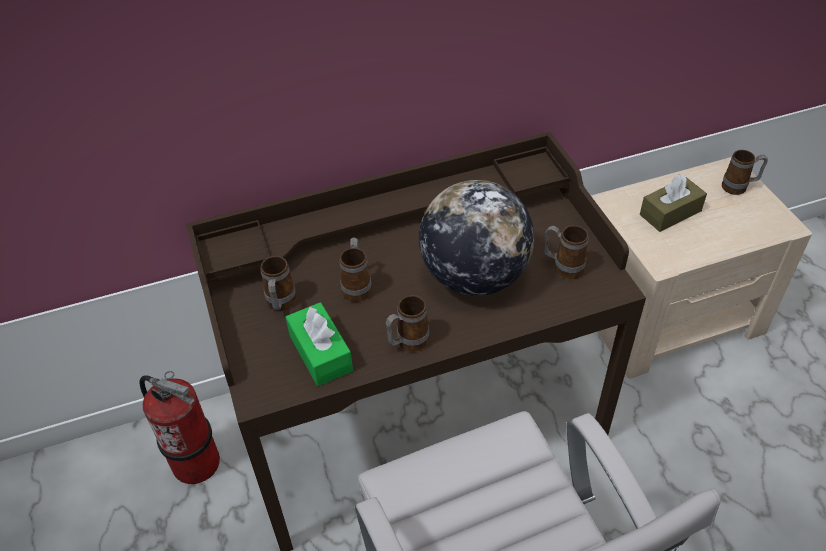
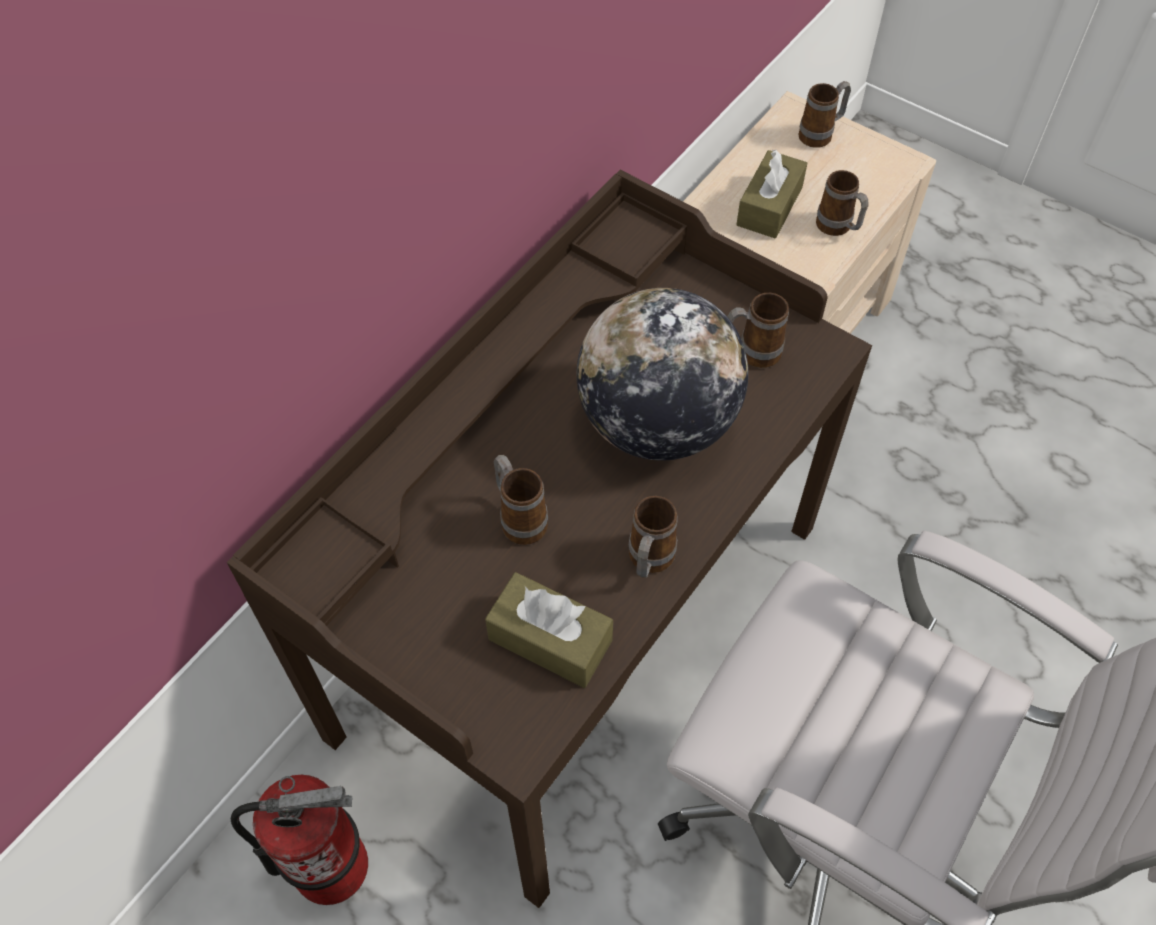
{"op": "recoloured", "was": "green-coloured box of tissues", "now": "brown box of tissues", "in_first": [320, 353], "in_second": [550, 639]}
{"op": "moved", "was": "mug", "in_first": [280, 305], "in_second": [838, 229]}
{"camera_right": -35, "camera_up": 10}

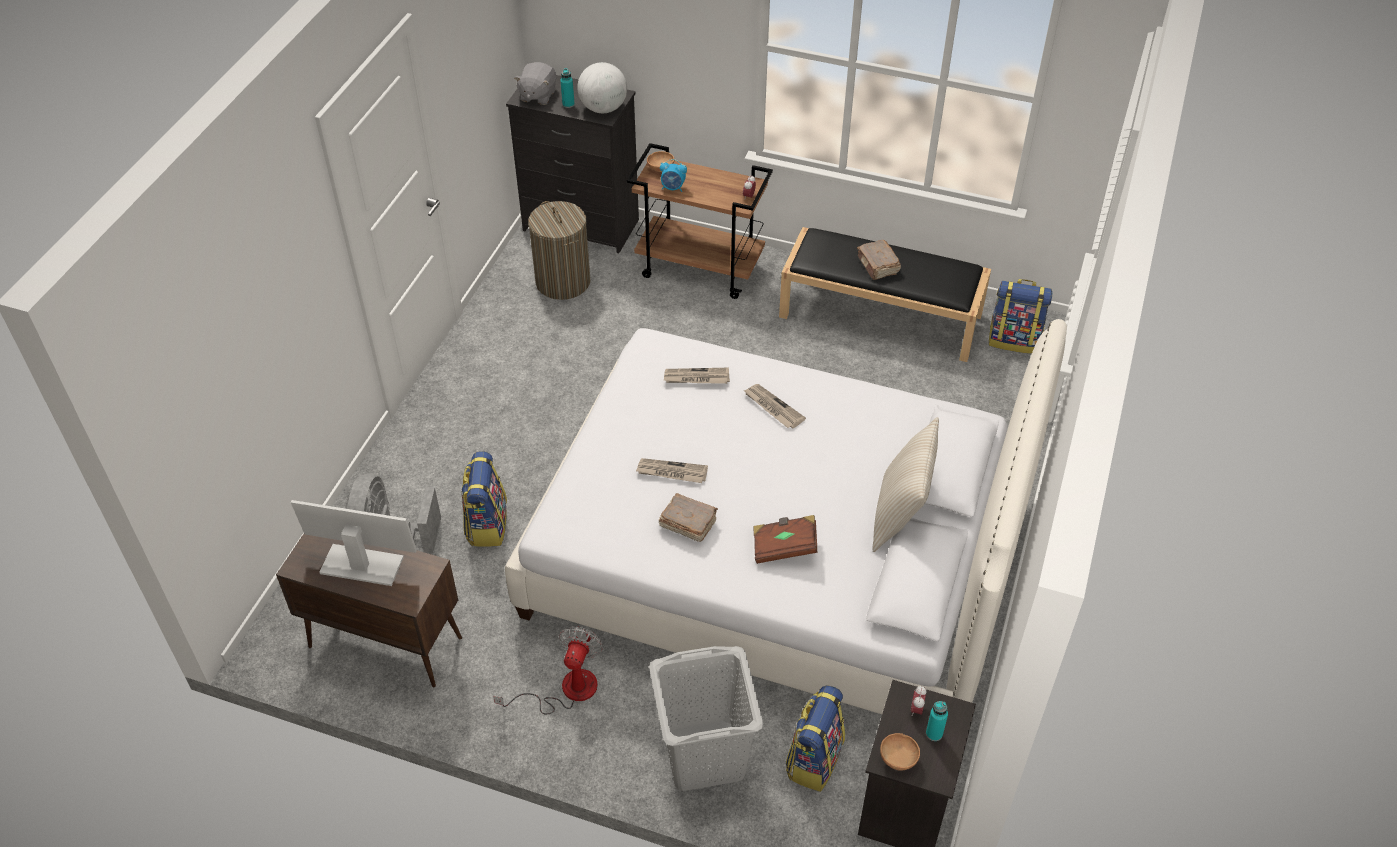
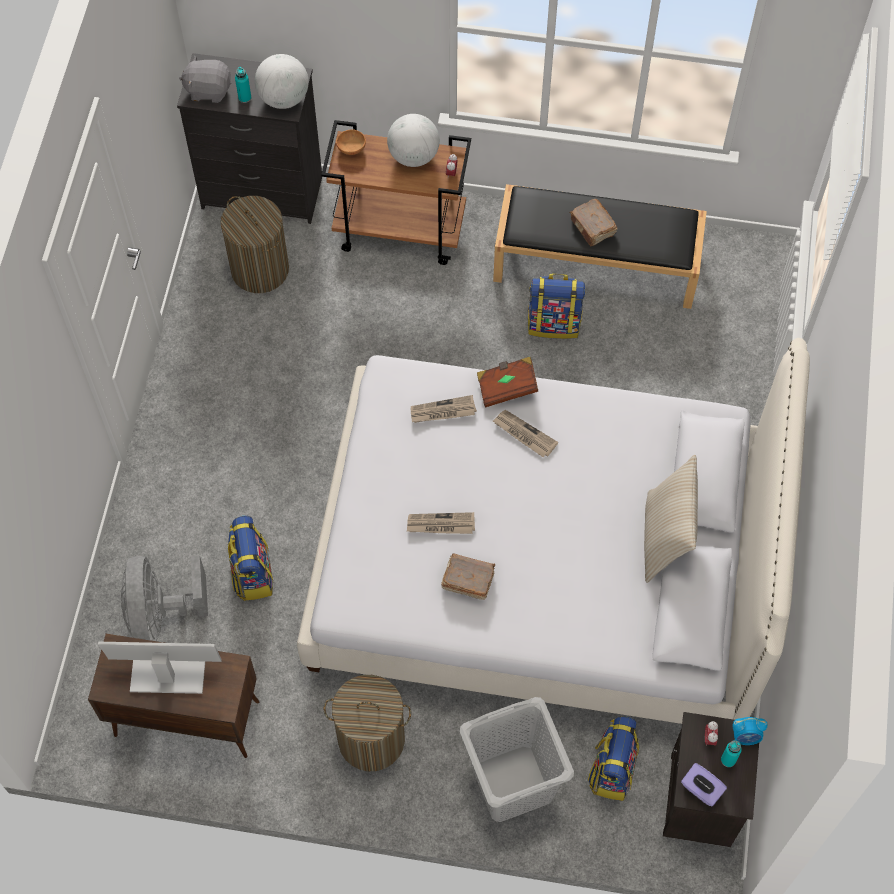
{"op": "turned", "was": "greyish soft toy", "in_first": [537, 95], "in_second": [208, 90], "clockwise": 90}
{"op": "replaced", "was": "fan", "now": "laundry basket", "in_first": [566, 690], "in_second": [371, 739]}
{"op": "added", "now": "globe", "in_second": [414, 156]}
{"op": "moved", "was": "brown bound book", "in_first": [784, 547], "in_second": [507, 387]}
{"op": "moved", "was": "knapsack", "in_first": [1014, 340], "in_second": [554, 323]}
{"op": "replaced", "was": "brown deep dish", "now": "purple-coloured box of tissues", "in_first": [899, 758], "in_second": [701, 789]}
{"op": "moved", "was": "alarm clock", "in_first": [673, 188], "in_second": [745, 736]}
{"camera_right": -10, "camera_up": 15}

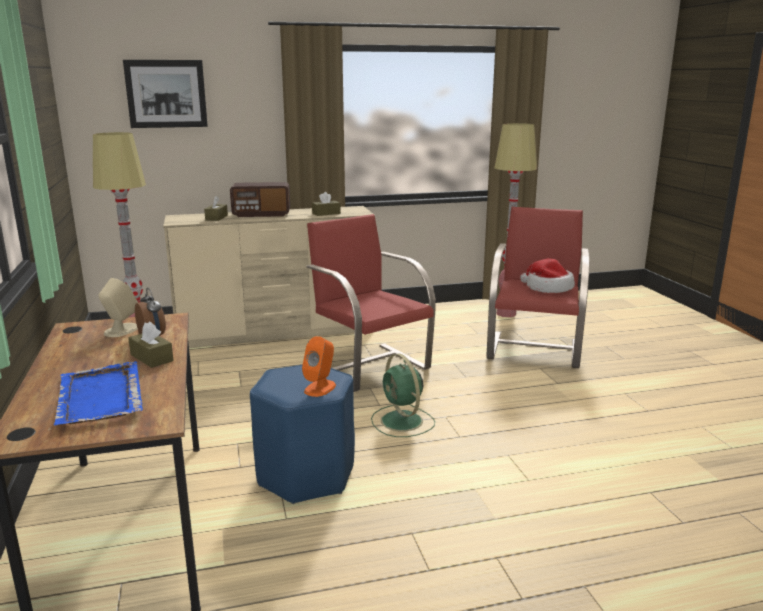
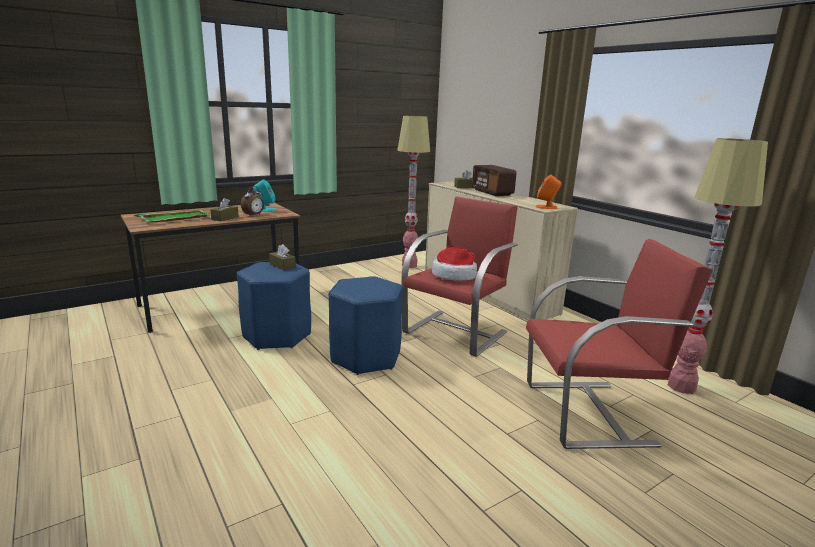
{"op": "recoloured", "was": "blue-coloured carrying tray", "now": "green-coloured carrying tray", "in_first": [100, 397], "in_second": [174, 218]}
{"op": "recoloured", "was": "beige-coloured loudspeaker", "now": "turquoise-coloured loudspeaker", "in_first": [121, 330], "in_second": [265, 210]}
{"op": "moved", "was": "brown box of tissues", "in_first": [326, 213], "in_second": [282, 265]}
{"op": "replaced", "was": "green-coloured fan", "now": "blue-coloured stool", "in_first": [402, 422], "in_second": [365, 357]}
{"op": "moved", "was": "hat", "in_first": [548, 288], "in_second": [454, 275]}
{"op": "moved", "was": "orangey loudspeaker", "in_first": [320, 388], "in_second": [546, 207]}
{"op": "removed", "was": "picture", "in_first": [166, 94]}
{"camera_right": 70, "camera_up": 0}

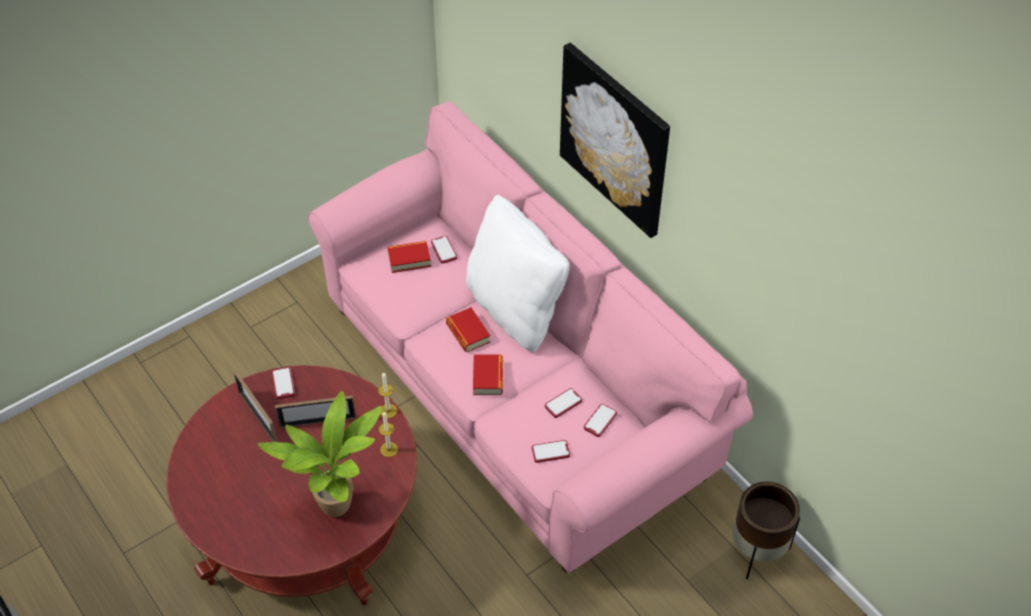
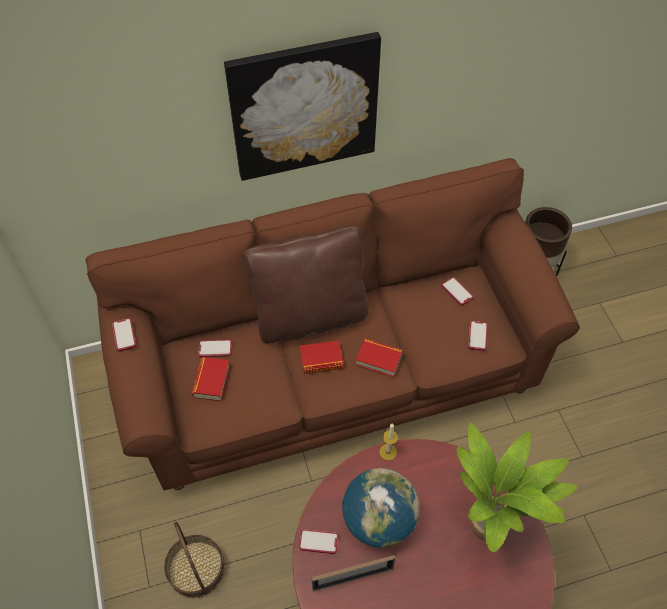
{"op": "recoloured", "was": "pink couch", "now": "brown couch", "in_first": [516, 393], "in_second": [333, 372]}
{"op": "moved", "was": "telephone", "in_first": [563, 403], "in_second": [124, 335]}
{"op": "added", "now": "basket", "in_second": [196, 569]}
{"op": "recoloured", "was": "white throw pillow", "now": "brown throw pillow", "in_first": [515, 310], "in_second": [310, 316]}
{"op": "replaced", "was": "picture frame", "now": "globe", "in_first": [318, 421], "in_second": [378, 520]}
{"op": "removed", "was": "wax light", "in_first": [389, 449]}
{"camera_right": -70, "camera_up": 5}

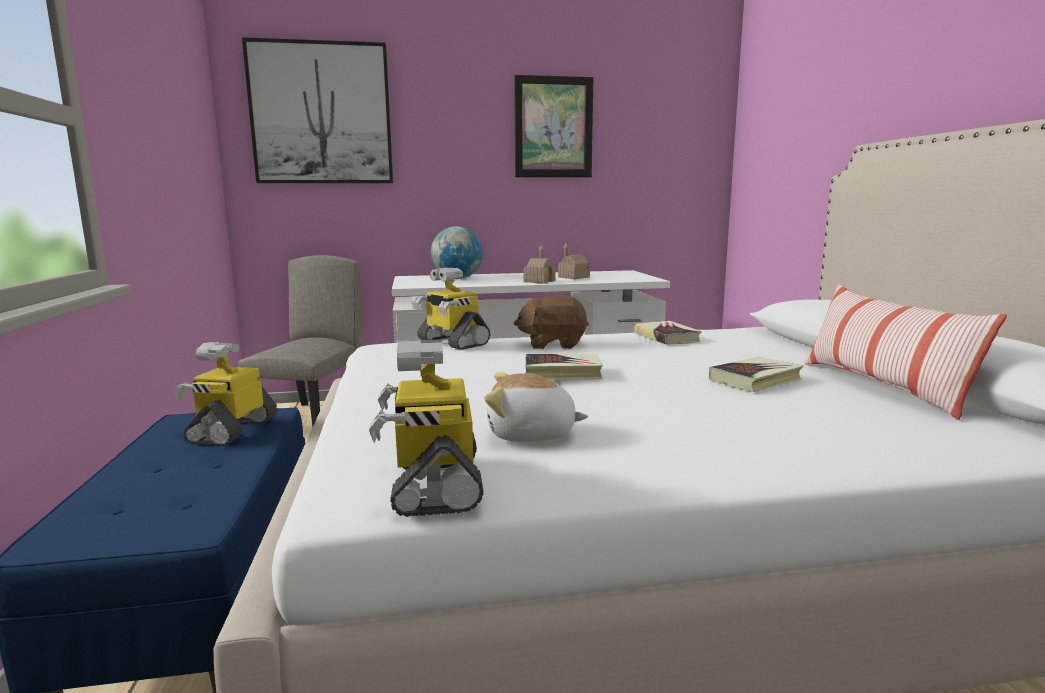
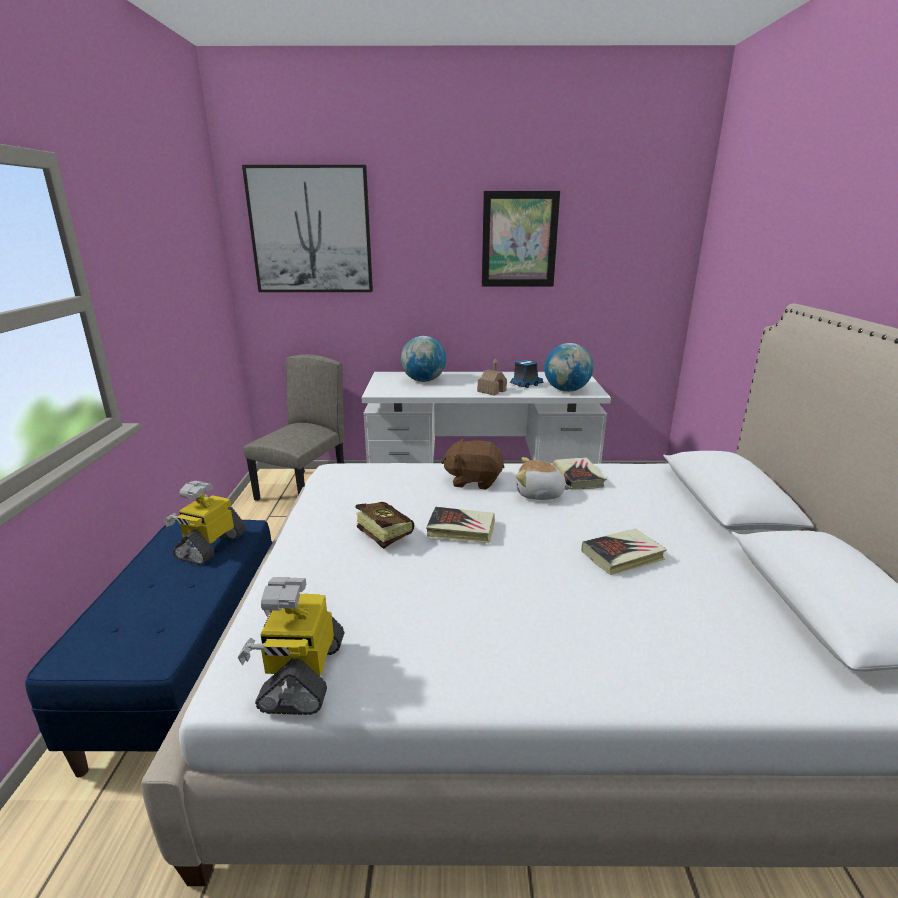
{"op": "added", "now": "bound book", "in_second": [381, 533]}
{"op": "replaced", "was": "model house", "now": "model truck", "in_first": [573, 277], "in_second": [526, 384]}
{"op": "moved", "was": "soft toy", "in_first": [531, 435], "in_second": [539, 494]}
{"op": "added", "now": "globe", "in_second": [566, 390]}
{"op": "removed", "was": "model robot", "in_first": [451, 342]}
{"op": "removed", "was": "throw pillow", "in_first": [882, 387]}
{"camera_right": 10, "camera_up": 10}

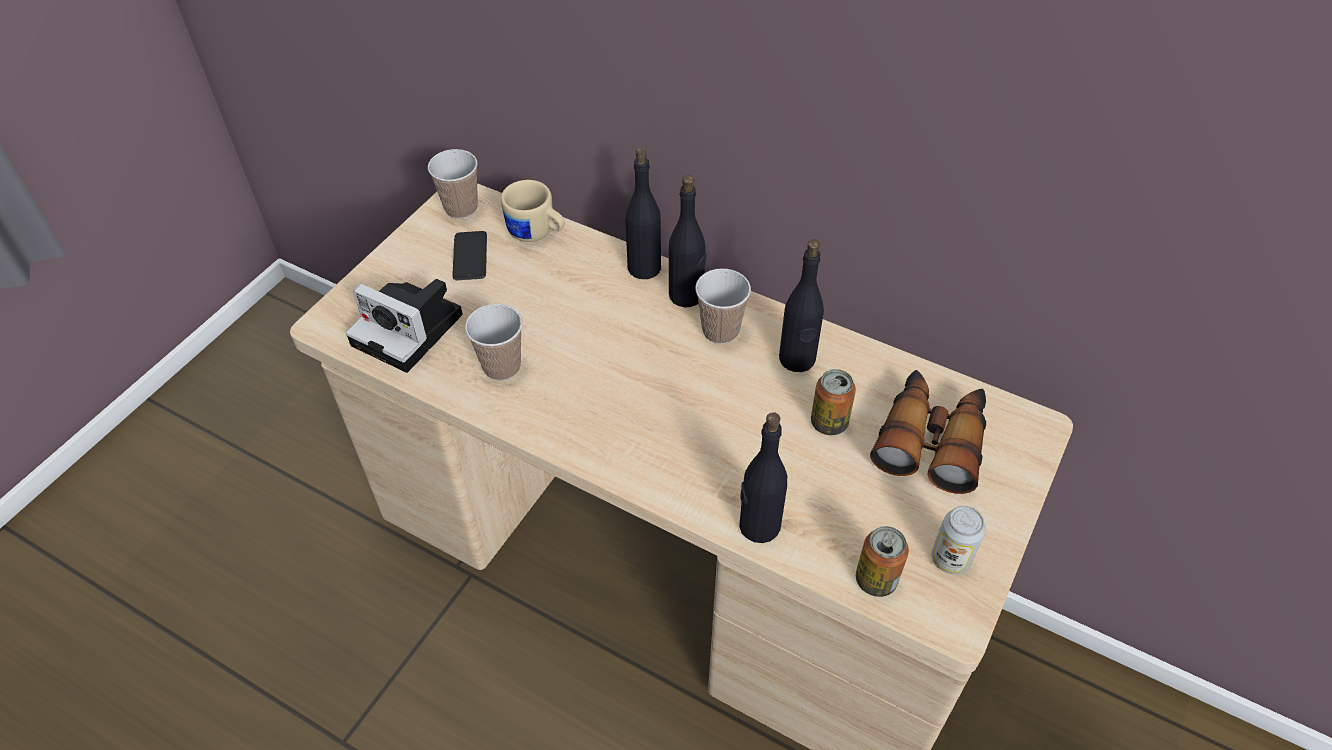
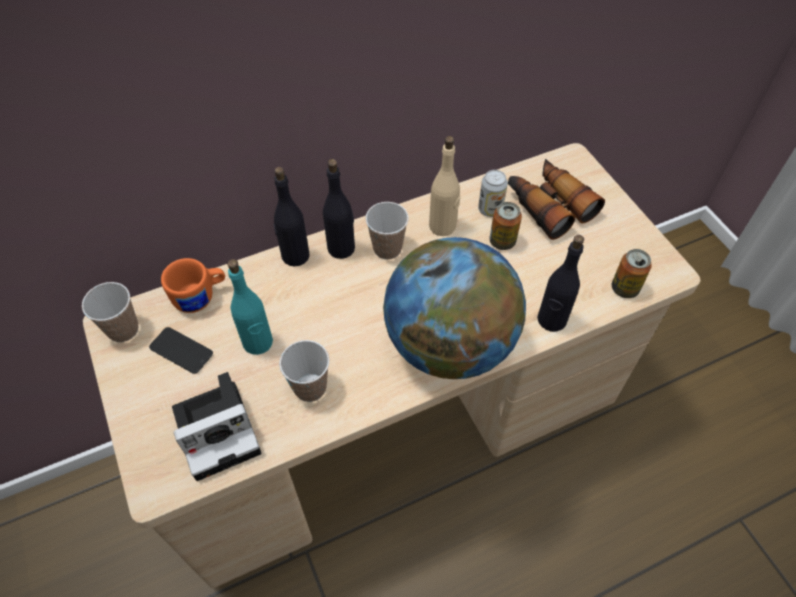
{"op": "recoloured", "was": "beige-coloured mug", "now": "orangey mug", "in_first": [537, 233], "in_second": [201, 297]}
{"op": "added", "now": "turquoise-coloured drink bottle", "in_second": [258, 342]}
{"op": "added", "now": "globe", "in_second": [449, 344]}
{"op": "recoloured", "was": "black-coloured drink bottle", "now": "beige-coloured drink bottle", "in_first": [797, 359], "in_second": [443, 226]}
{"op": "moved", "was": "can", "in_first": [950, 559], "in_second": [490, 209]}
{"camera_right": -55, "camera_up": 5}

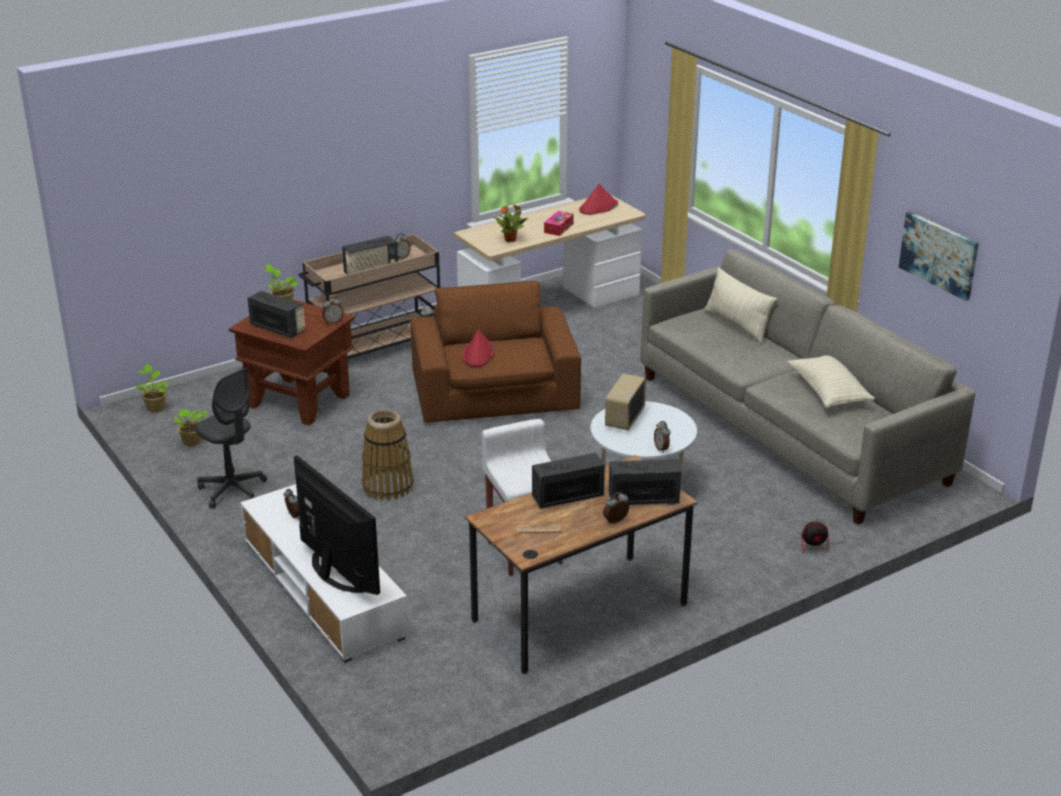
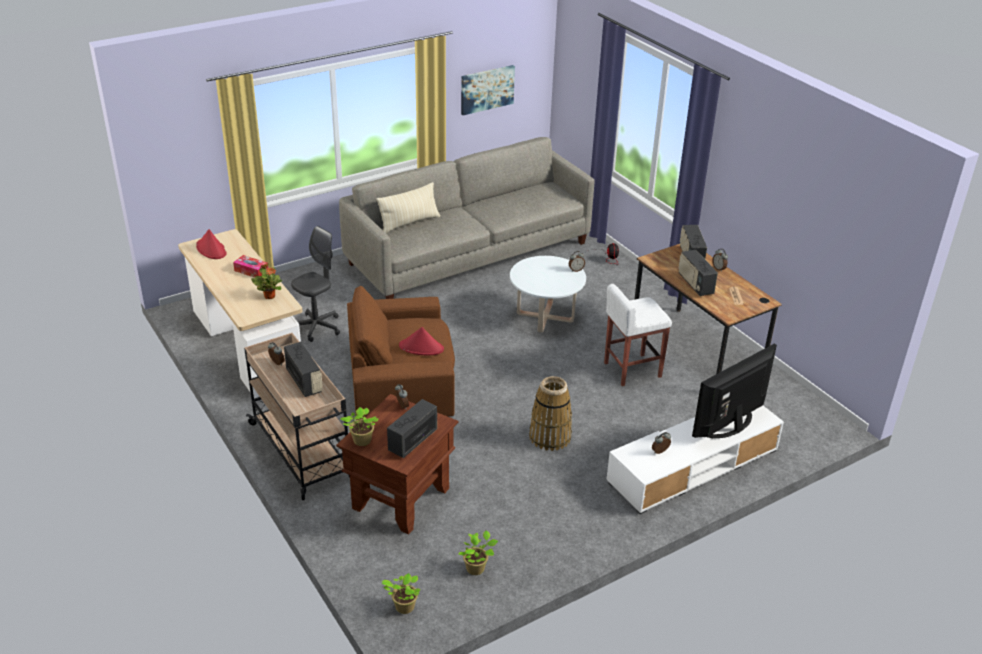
{"op": "moved", "was": "greyish computer chair", "in_first": [233, 490], "in_second": [317, 327]}
{"op": "removed", "was": "radio receiver", "in_first": [624, 418]}
{"op": "removed", "was": "beige-coloured throw pillow", "in_first": [828, 392]}
{"camera_right": -90, "camera_up": 5}

